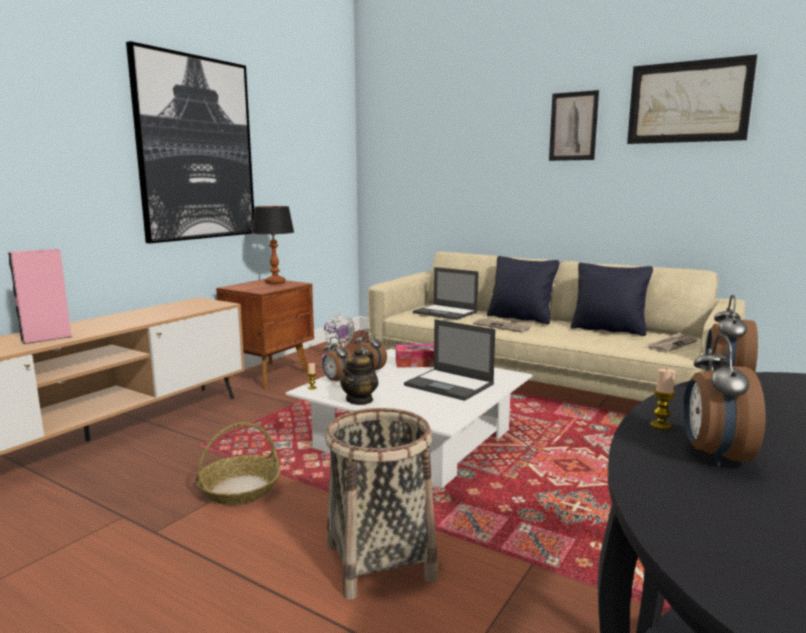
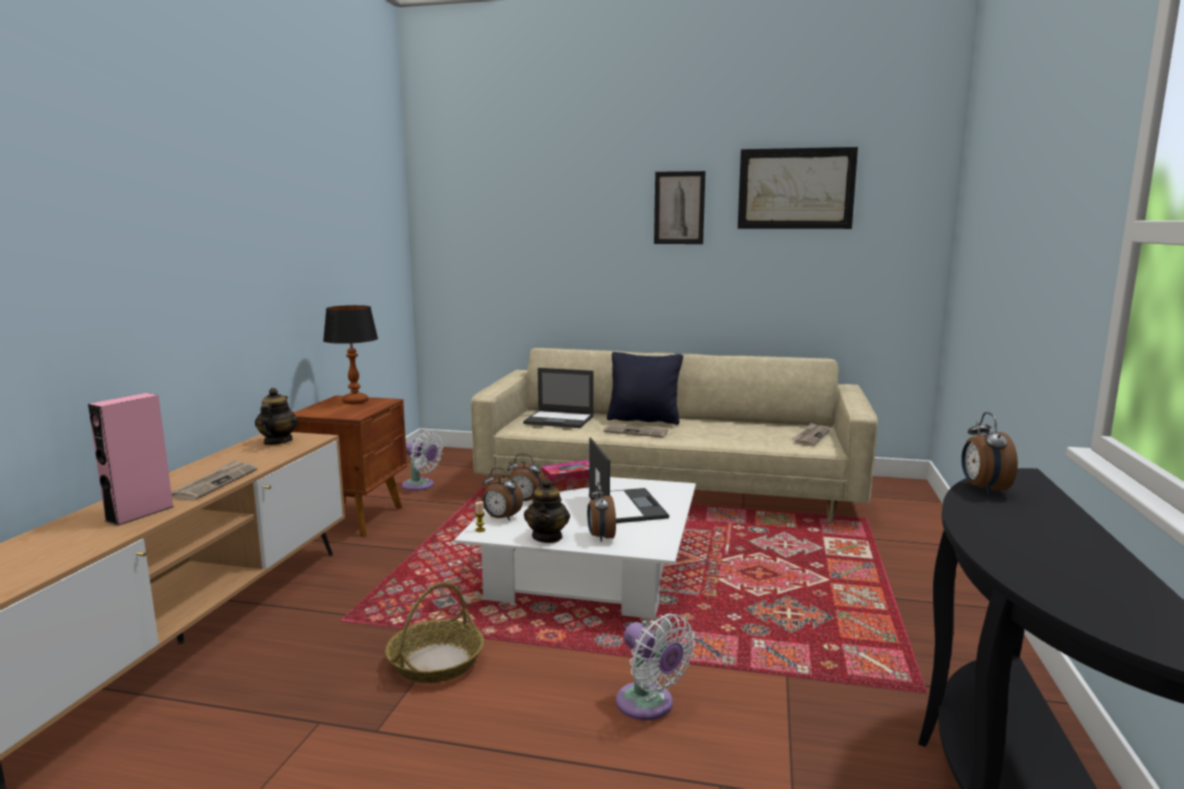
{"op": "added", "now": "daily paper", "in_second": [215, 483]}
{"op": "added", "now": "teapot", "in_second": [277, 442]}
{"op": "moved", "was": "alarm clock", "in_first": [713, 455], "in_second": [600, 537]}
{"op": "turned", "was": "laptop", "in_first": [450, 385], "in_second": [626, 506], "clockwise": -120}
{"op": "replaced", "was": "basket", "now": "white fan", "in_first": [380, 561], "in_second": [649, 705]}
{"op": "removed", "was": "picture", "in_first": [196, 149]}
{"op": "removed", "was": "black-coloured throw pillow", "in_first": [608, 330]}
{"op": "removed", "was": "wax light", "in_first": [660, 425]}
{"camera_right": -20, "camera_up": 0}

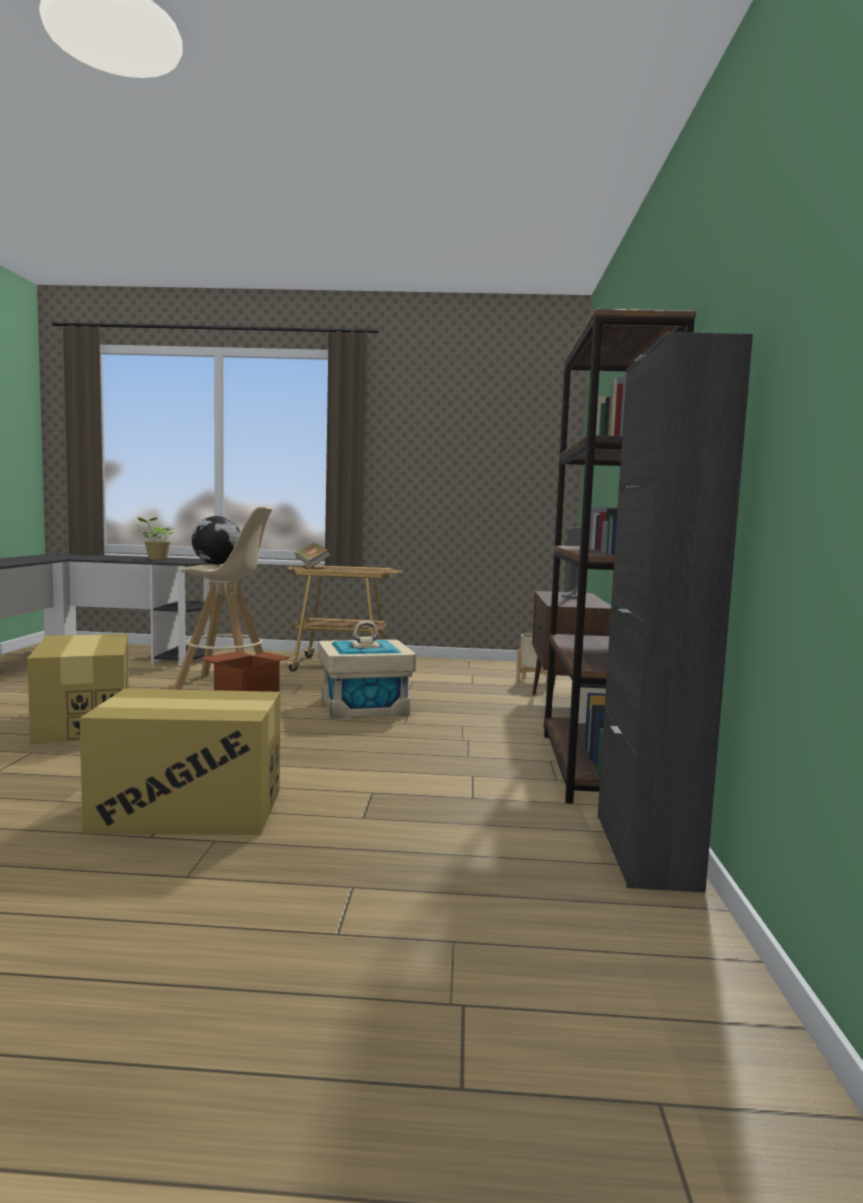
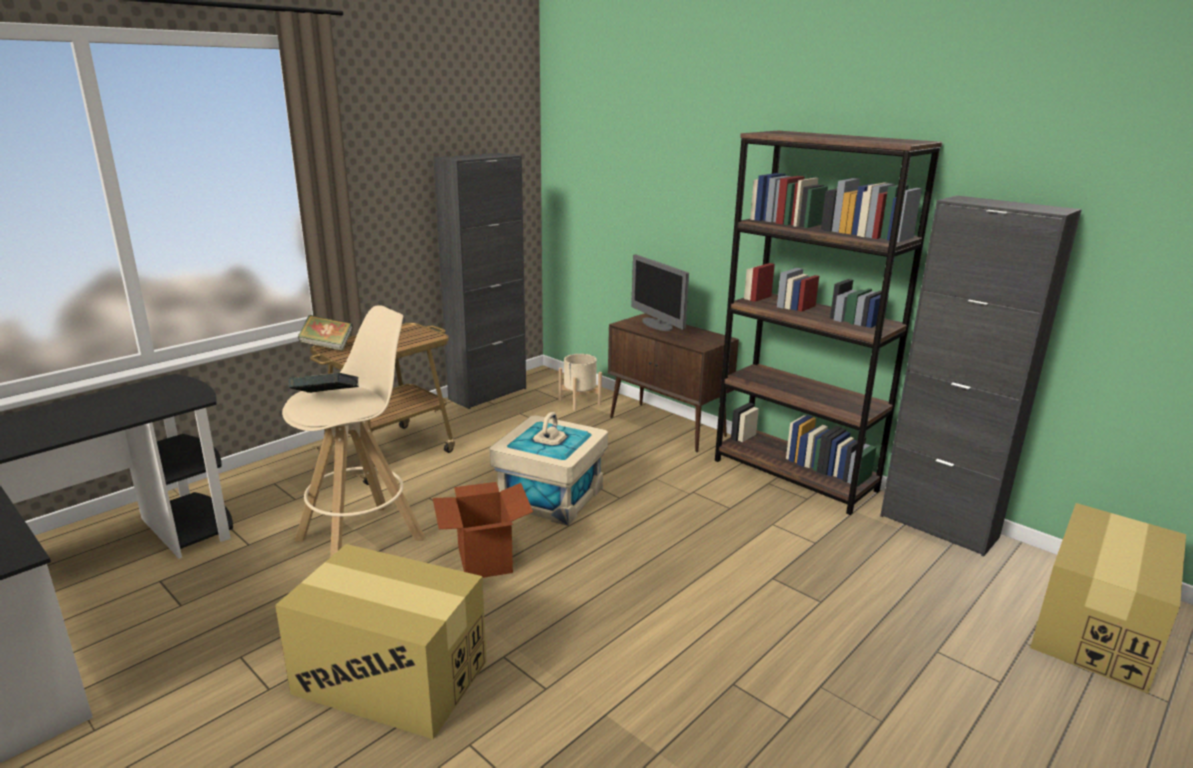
{"op": "replaced", "was": "globe", "now": "bound book", "in_first": [217, 564], "in_second": [326, 399]}
{"op": "added", "now": "black-coloured storage cabinet", "in_second": [487, 394]}
{"op": "moved", "was": "cardboard box", "in_first": [189, 810], "in_second": [1096, 629]}
{"op": "removed", "was": "houseplant", "in_first": [156, 559]}
{"camera_right": -50, "camera_up": 15}

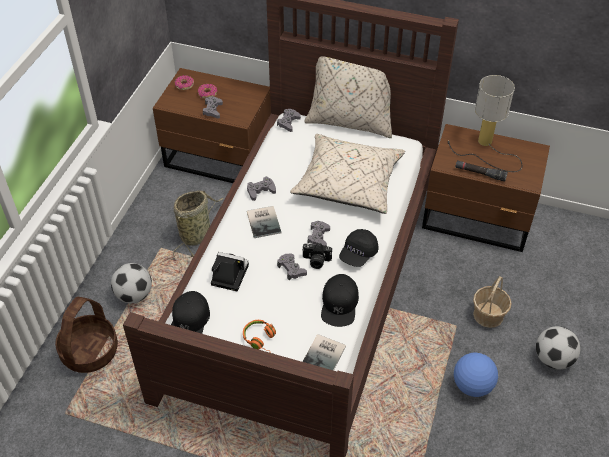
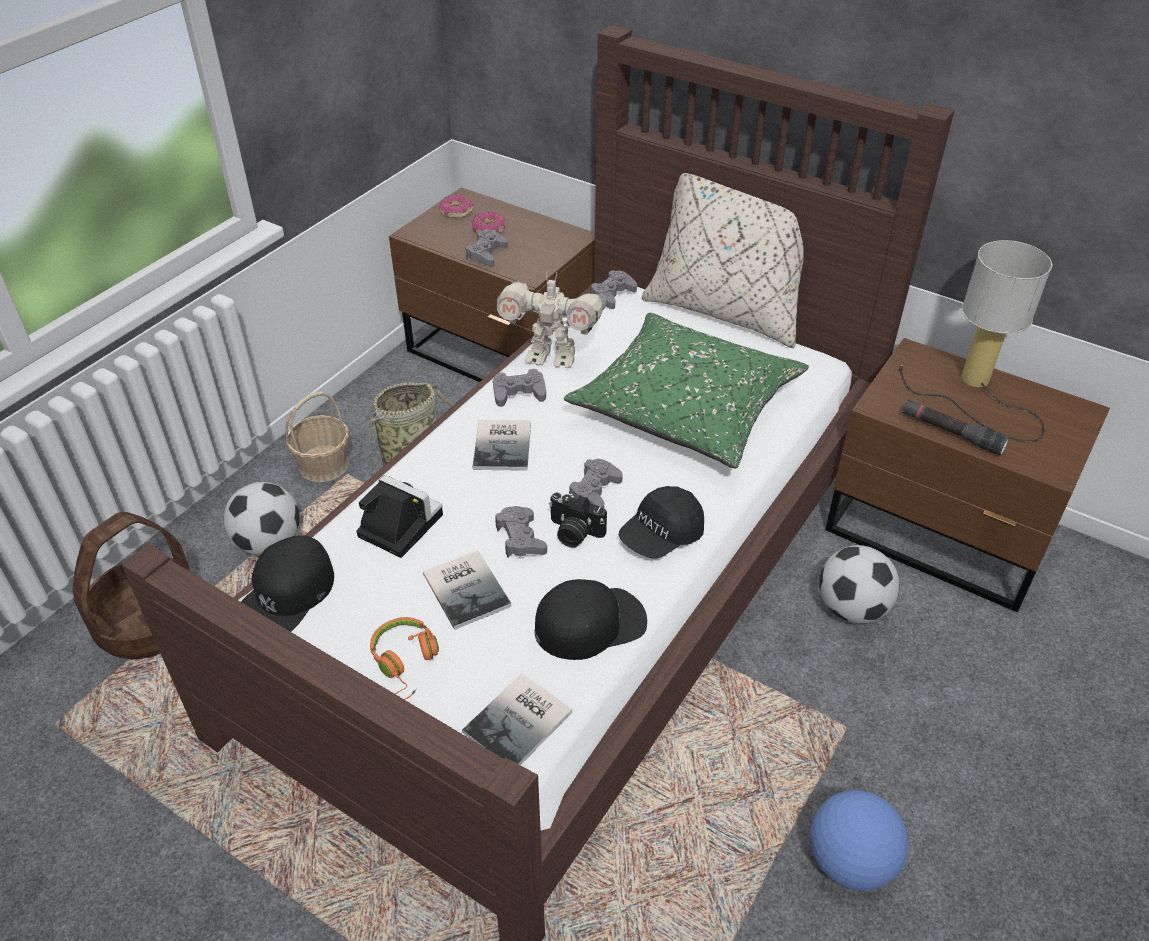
{"op": "moved", "was": "basket", "in_first": [488, 315], "in_second": [324, 465]}
{"op": "added", "now": "bound book", "in_second": [468, 588]}
{"op": "added", "now": "model robot", "in_second": [551, 356]}
{"op": "turned", "was": "black-coloured peaked cap", "in_first": [339, 304], "in_second": [590, 623], "clockwise": -135}
{"op": "recoloured", "was": "beige-coloured throw pillow", "now": "green-coloured throw pillow", "in_first": [348, 183], "in_second": [686, 407]}
{"op": "moved", "was": "ball for football", "in_first": [553, 359], "in_second": [852, 608]}
{"camera_right": 15, "camera_up": -5}

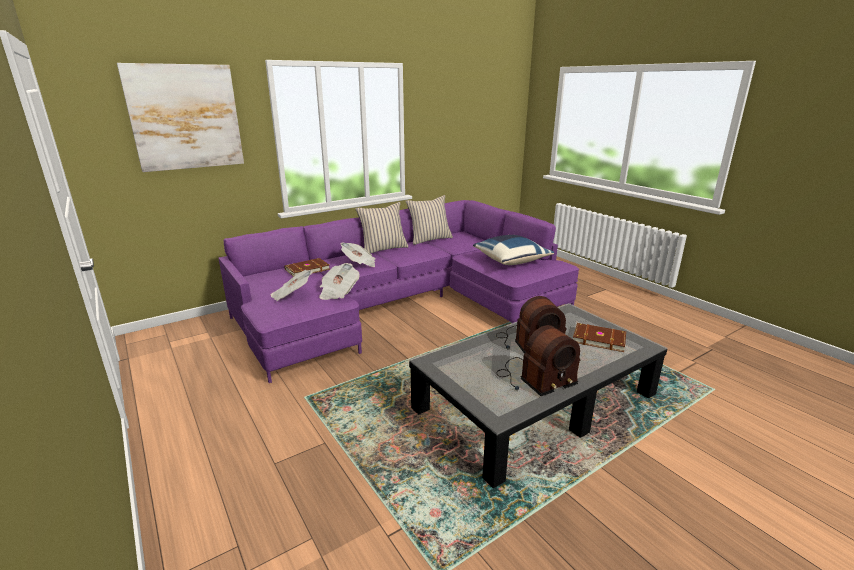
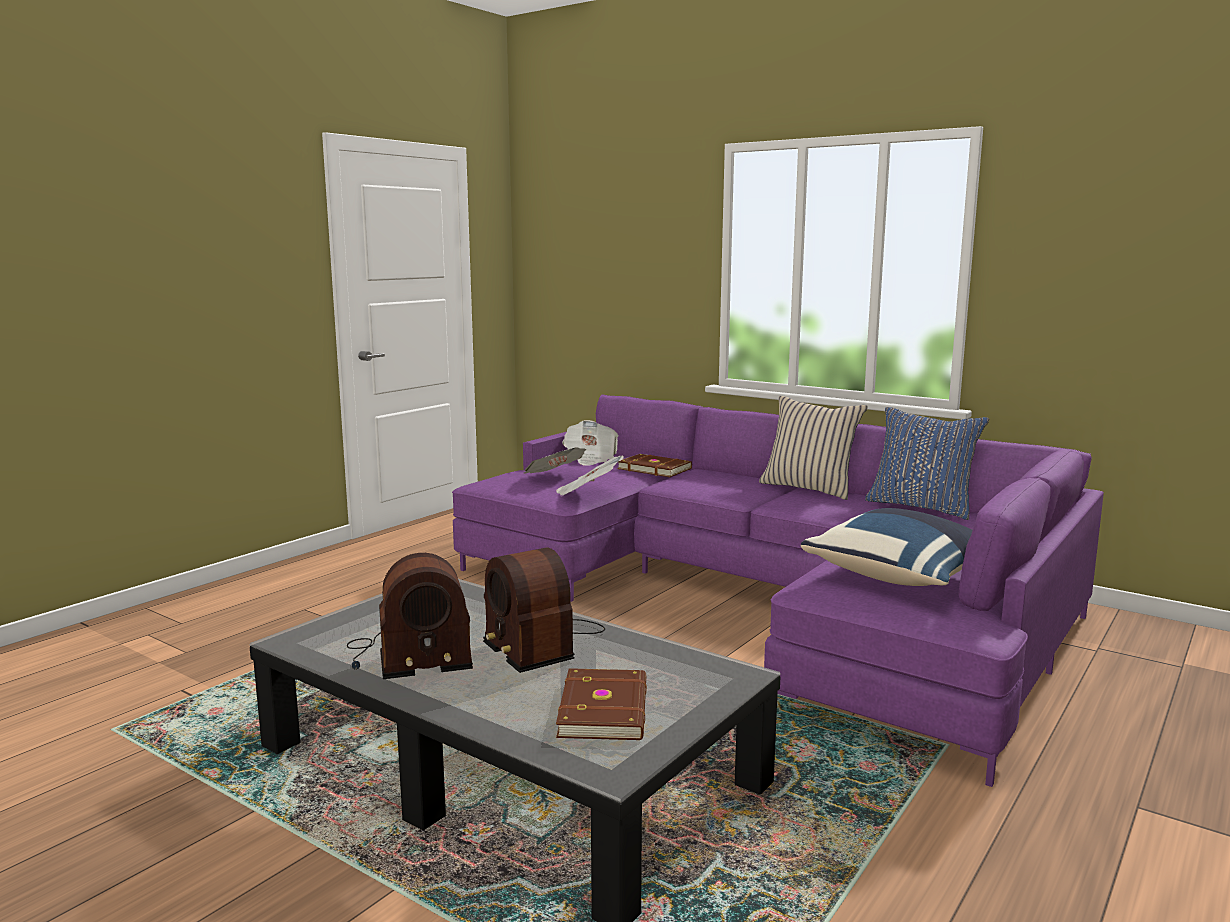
{"op": "turned", "was": "radio receiver", "in_first": [534, 378], "in_second": [408, 656], "clockwise": -60}
{"op": "moved", "was": "daily paper", "in_first": [359, 263], "in_second": [590, 459]}
{"op": "recoloured", "was": "beige-coloured throw pillow", "now": "blue-coloured throw pillow", "in_first": [429, 239], "in_second": [921, 506]}
{"op": "removed", "was": "picture", "in_first": [185, 117]}
{"camera_right": 70, "camera_up": -10}

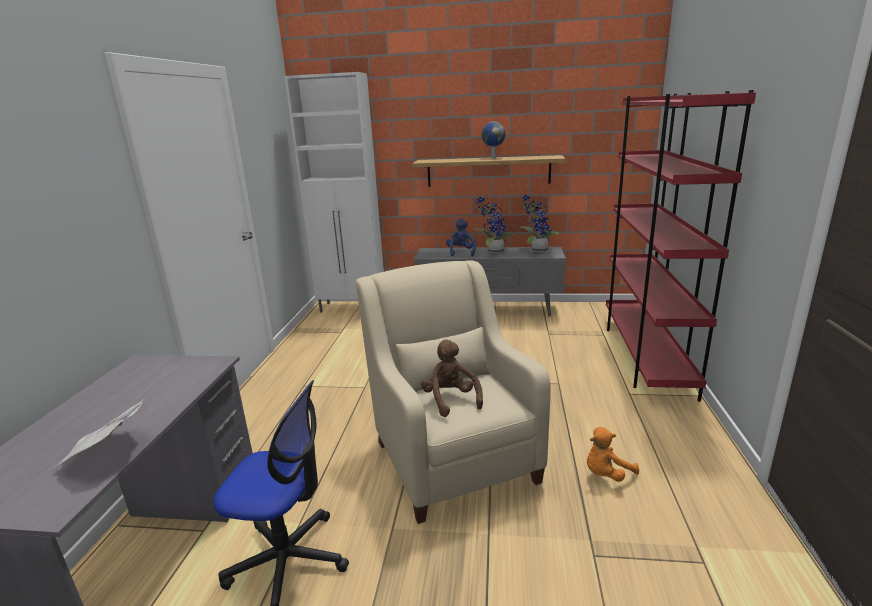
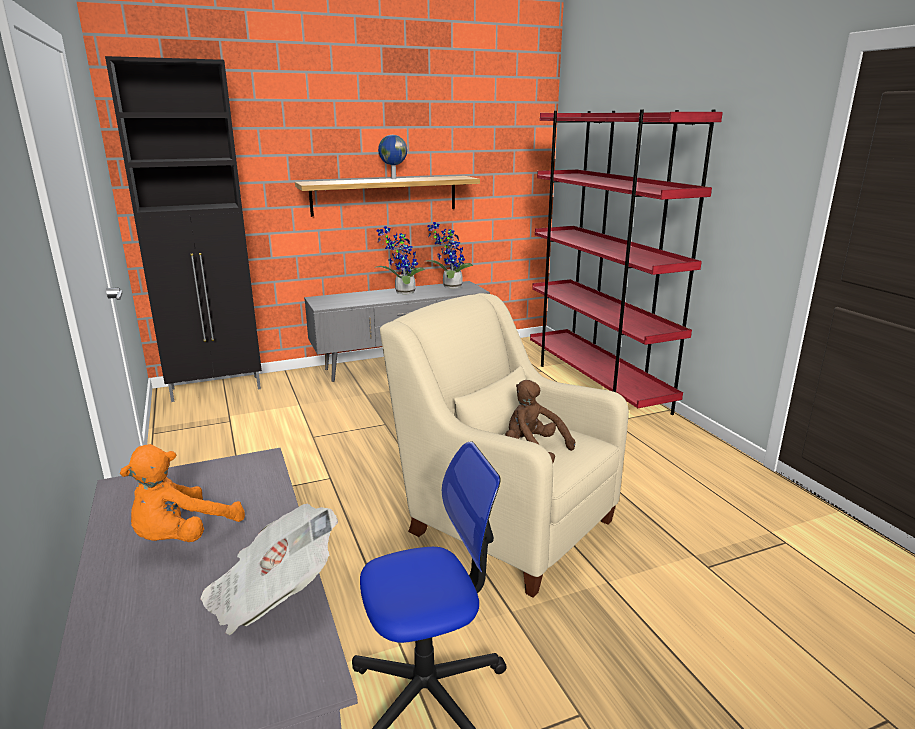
{"op": "recoloured", "was": "white storage cabinet", "now": "black-coloured storage cabinet", "in_first": [353, 308], "in_second": [217, 389]}
{"op": "moved", "was": "orangey soft toy", "in_first": [606, 474], "in_second": [183, 536]}
{"op": "removed", "was": "blue-coloured soft toy", "in_first": [461, 252]}
{"camera_right": -30, "camera_up": 0}

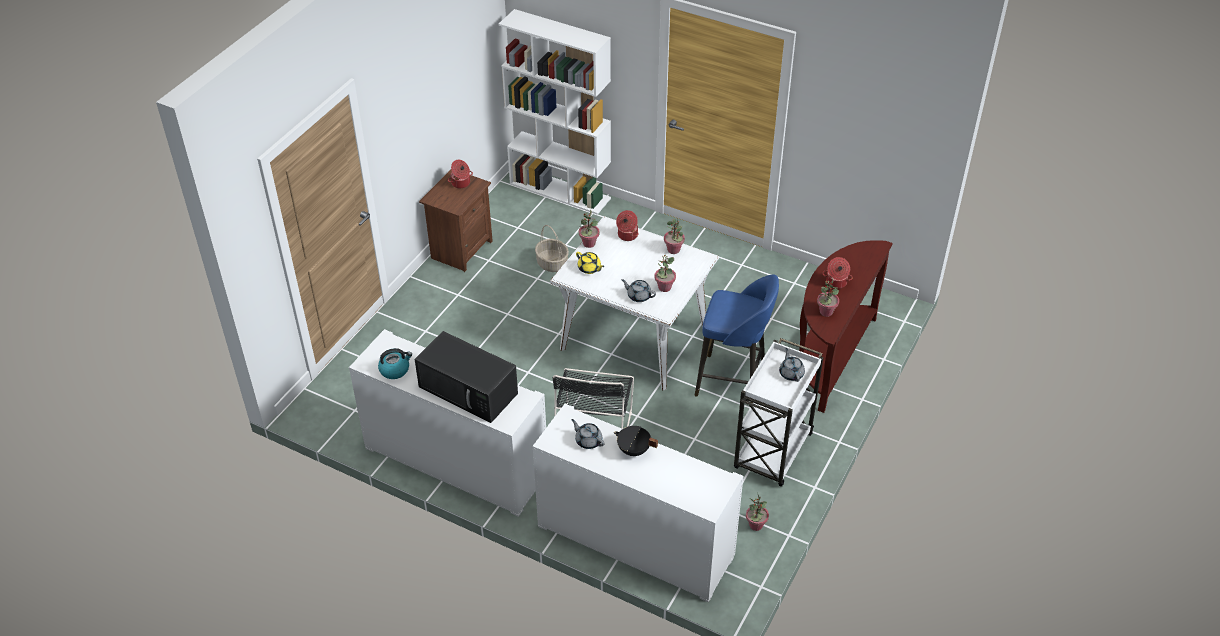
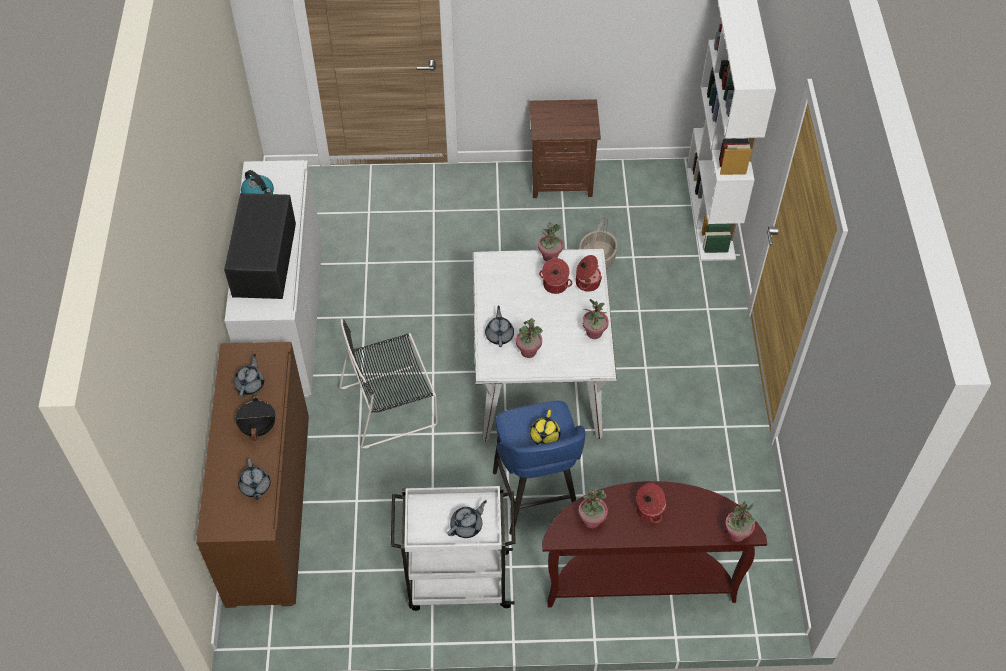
{"op": "recoloured", "was": "white storage cabinet", "now": "brown storage cabinet", "in_first": [635, 541], "in_second": [269, 508]}
{"op": "added", "now": "greyish teapot", "in_second": [255, 487]}
{"op": "moved", "was": "yellow teapot", "in_first": [589, 268], "in_second": [544, 437]}
{"op": "moved", "was": "saucepot", "in_first": [461, 183], "in_second": [555, 285]}
{"op": "moved", "was": "houseplant", "in_first": [756, 525], "in_second": [736, 534]}
{"camera_right": 60, "camera_up": 10}

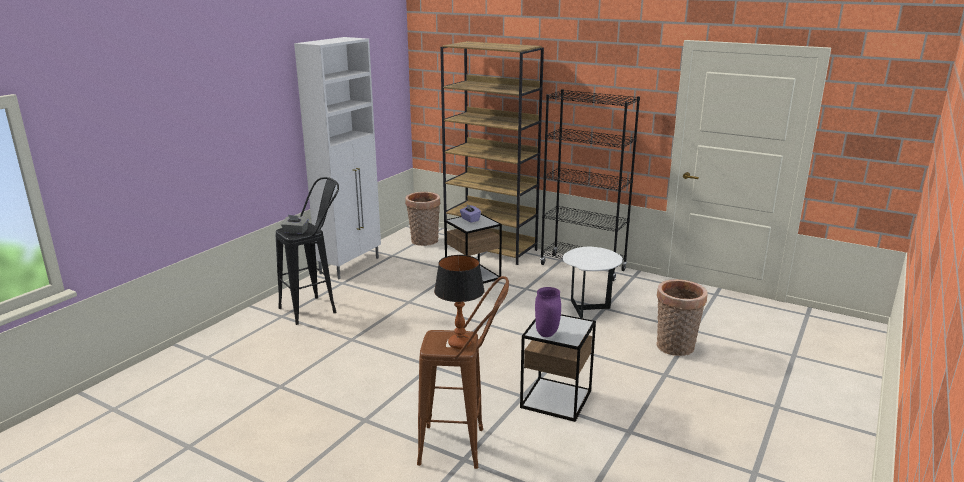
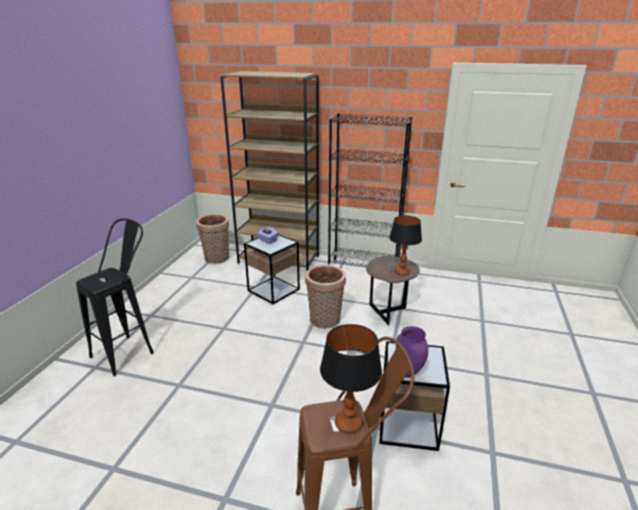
{"op": "moved", "was": "basket", "in_first": [675, 348], "in_second": [325, 321]}
{"op": "recoloured", "was": "white end table", "now": "brown end table", "in_first": [589, 309], "in_second": [388, 312]}
{"op": "added", "now": "tabletop lamp", "in_second": [402, 272]}
{"op": "removed", "was": "greyish box of tissues", "in_first": [295, 231]}
{"op": "removed", "was": "white storage cabinet", "in_first": [351, 265]}
{"camera_right": -15, "camera_up": 5}

